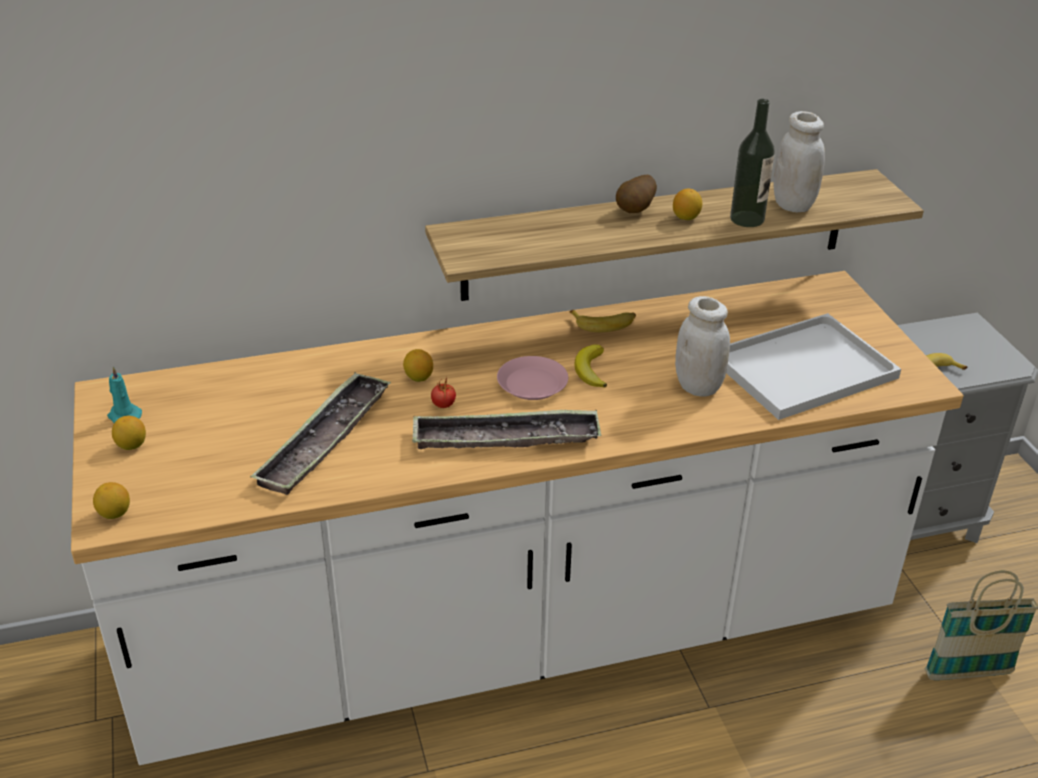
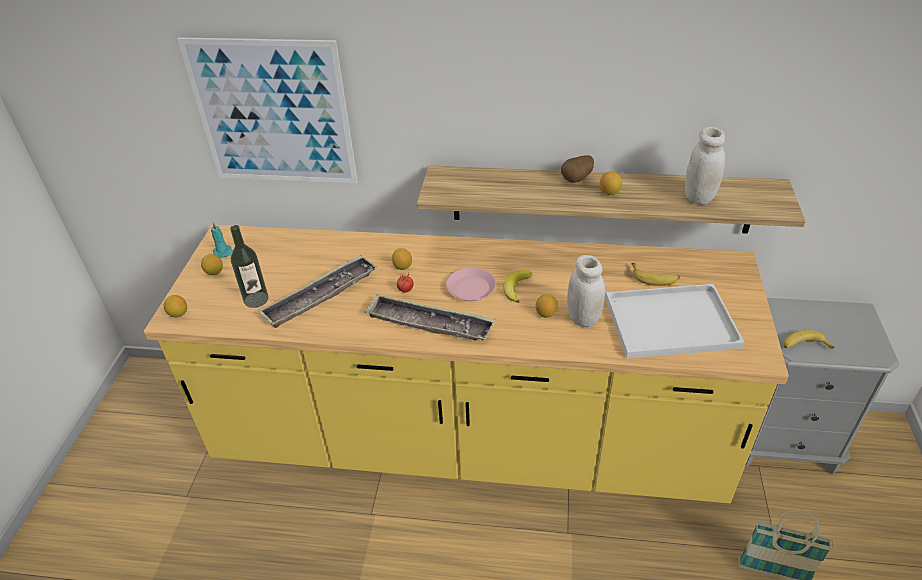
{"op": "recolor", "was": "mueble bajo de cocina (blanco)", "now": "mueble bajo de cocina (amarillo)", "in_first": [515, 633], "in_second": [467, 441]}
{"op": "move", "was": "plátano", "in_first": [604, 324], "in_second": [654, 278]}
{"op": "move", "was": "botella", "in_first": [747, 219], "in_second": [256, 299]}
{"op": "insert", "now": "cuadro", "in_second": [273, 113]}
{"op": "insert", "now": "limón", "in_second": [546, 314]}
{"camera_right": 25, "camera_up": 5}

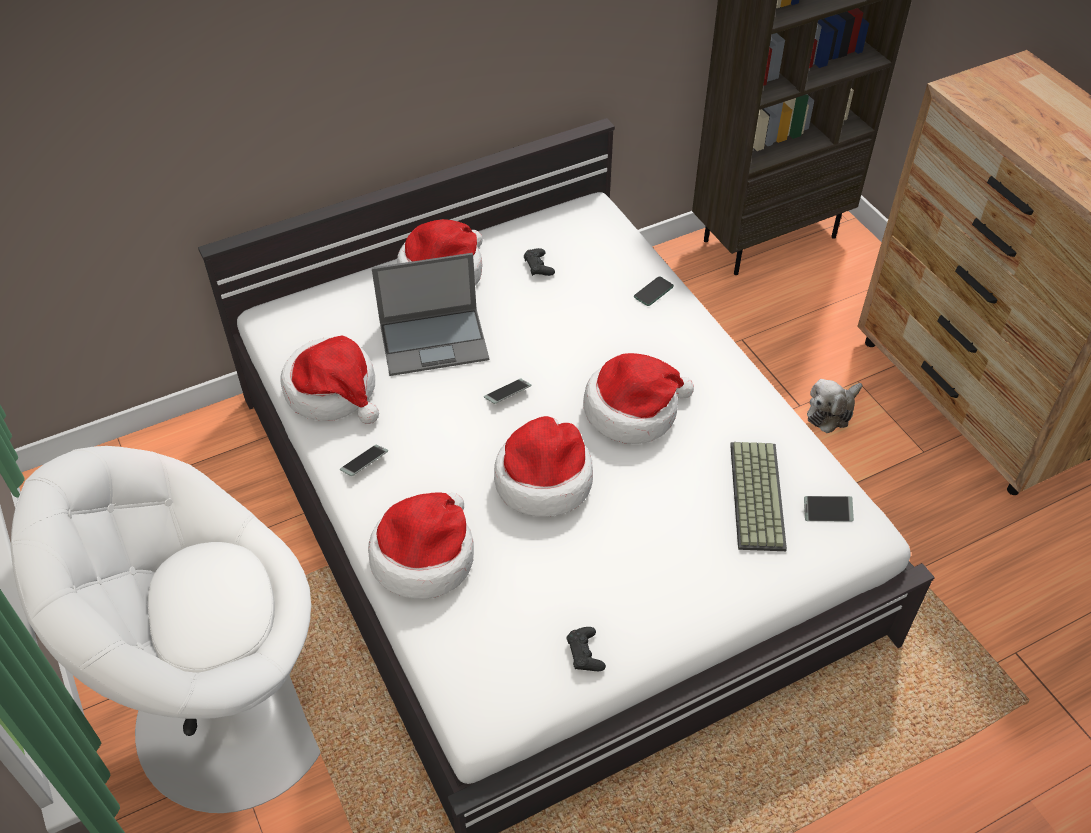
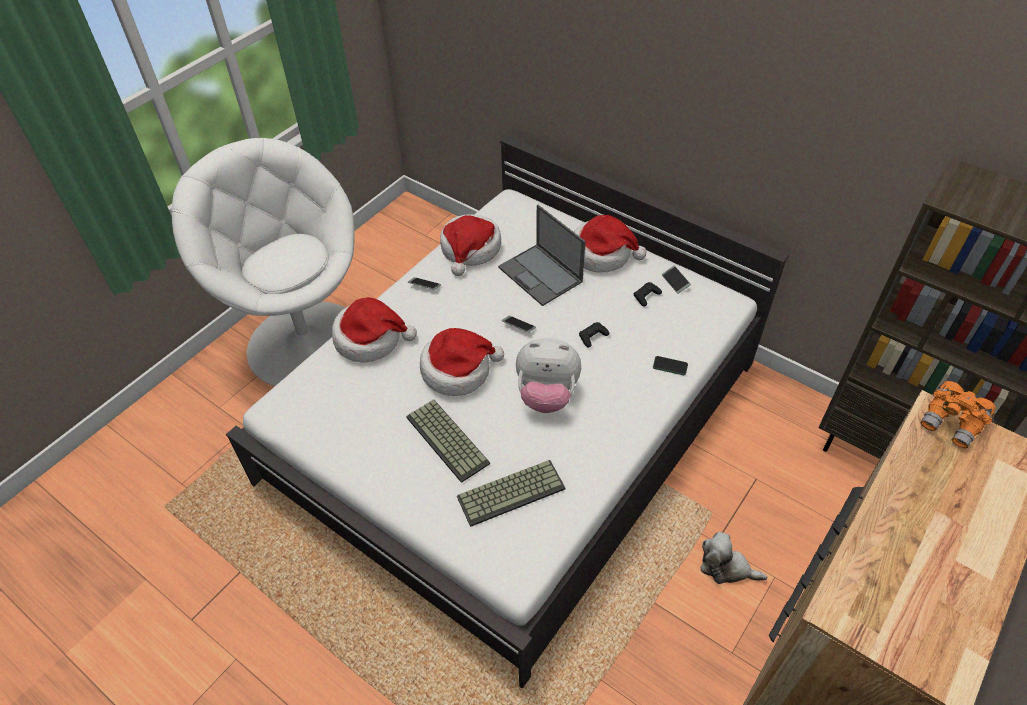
{"op": "move", "was": "mando de consola (negro)", "in_first": [585, 653], "in_second": [592, 337]}
{"op": "replace", "was": "sombrero", "now": "peluche", "in_first": [633, 410], "in_second": [547, 395]}
{"op": "move", "was": "móvil", "in_first": [827, 512], "in_second": [675, 282]}
{"op": "insert", "now": "teclado", "in_second": [449, 440]}
{"op": "insert", "now": "prismáticos (naranja)", "in_second": [952, 423]}
{"camera_right": 65, "camera_up": 0}

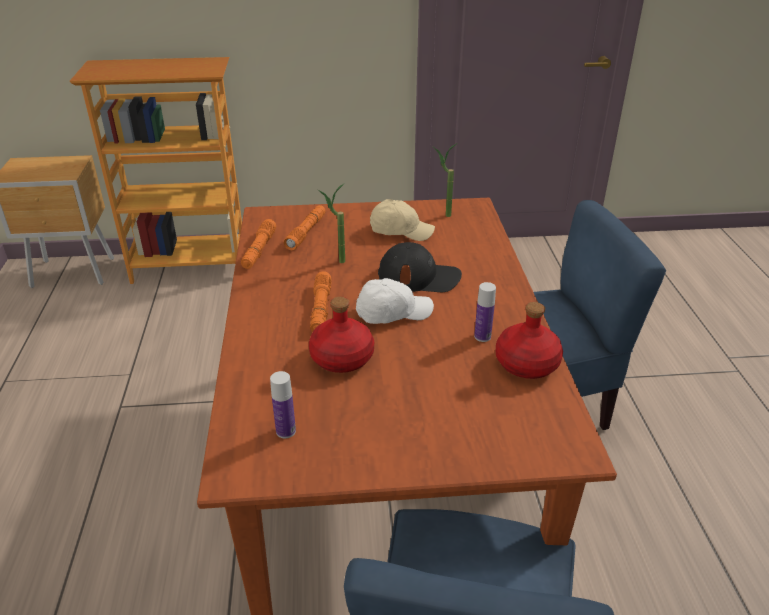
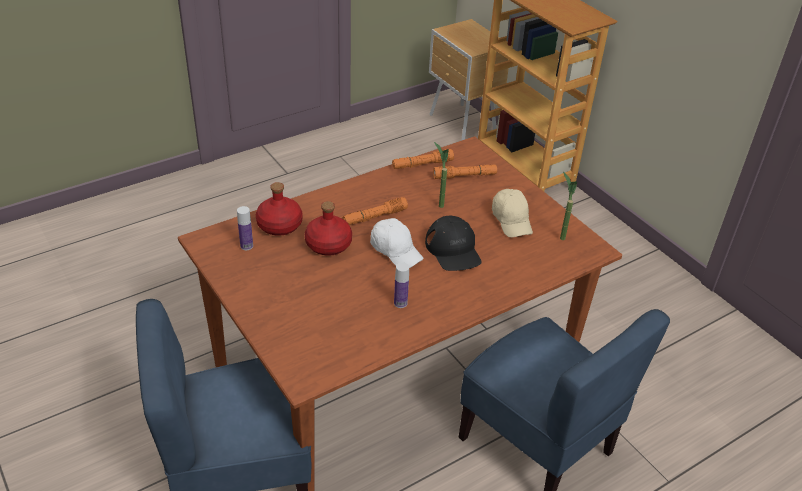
{"op": "move", "was": "botella (rojo)", "in_first": [527, 364], "in_second": [279, 225]}
{"camera_right": 60, "camera_up": 5}

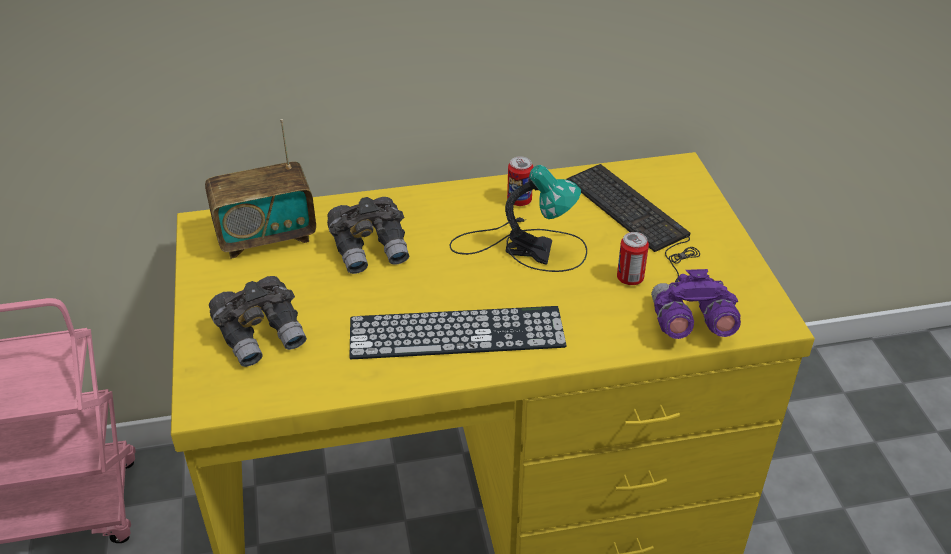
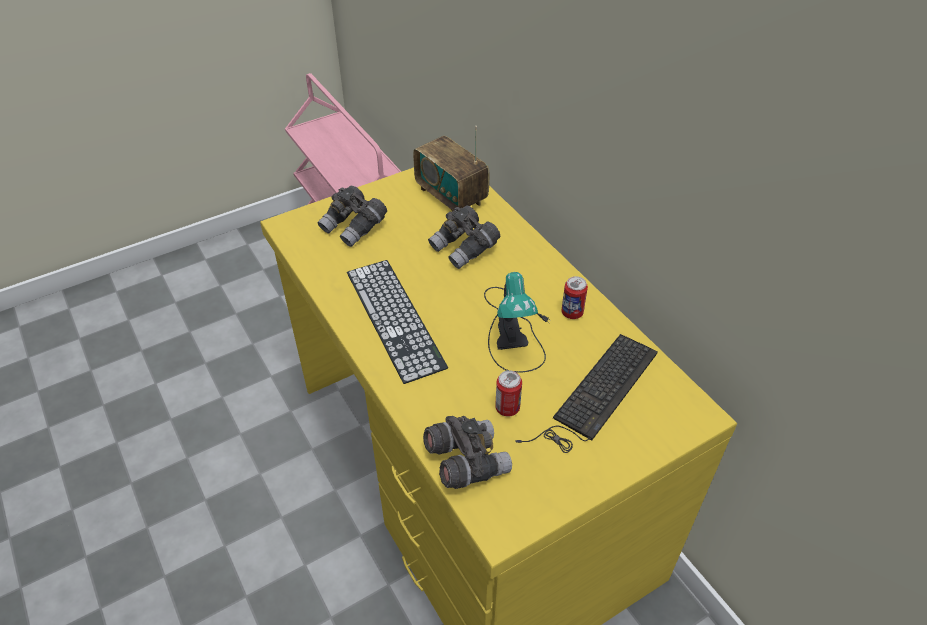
{"op": "recolor", "was": "prismáticos (morado)", "now": "prismáticos (gris)", "in_first": [689, 324], "in_second": [466, 462]}
{"camera_right": 70, "camera_up": 5}

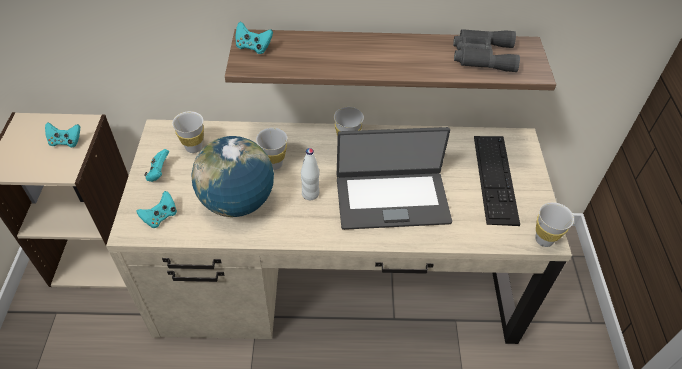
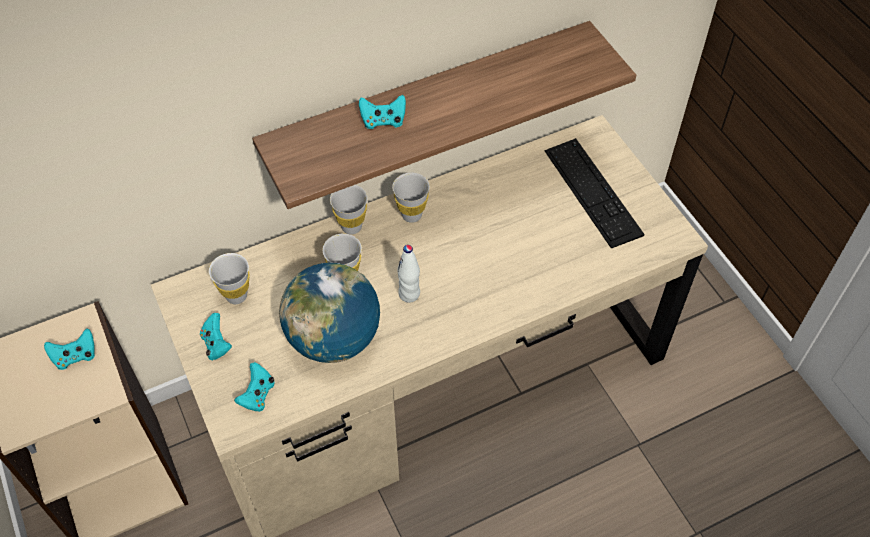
{"op": "move", "was": "mando de consola (turquesa)", "in_first": [253, 47], "in_second": [383, 121]}
{"op": "delete", "was": "portátil", "in_first": [392, 199]}
{"op": "delete", "was": "prismáticos (gris)", "in_first": [481, 55]}
{"op": "move", "was": "taza (blanco)", "in_first": [544, 239], "in_second": [351, 227]}
{"camera_right": -25, "camera_up": 5}

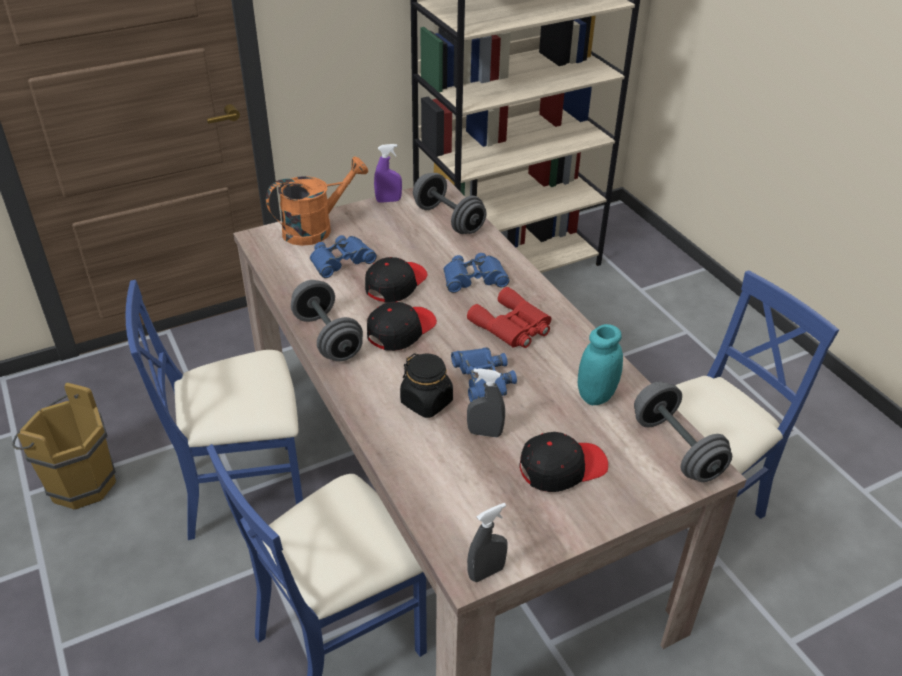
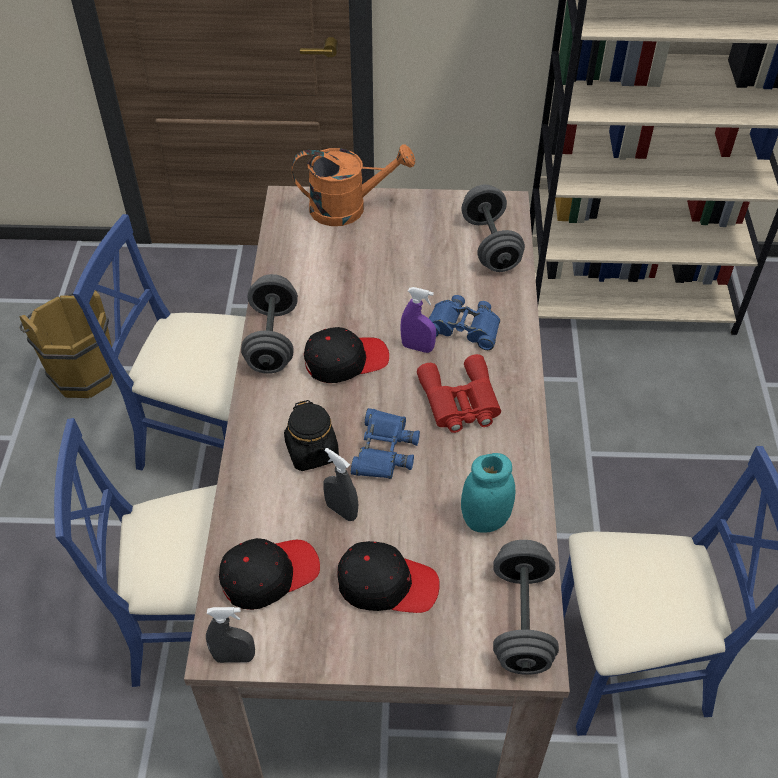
{"op": "delete", "was": "prismáticos (azul)", "in_first": [341, 261]}
{"op": "move", "was": "gorra (negro)", "in_first": [395, 284], "in_second": [269, 574]}
{"op": "move", "was": "pulverizador (morado)", "in_first": [388, 200], "in_second": [417, 347]}
{"camera_right": 30, "camera_up": 10}

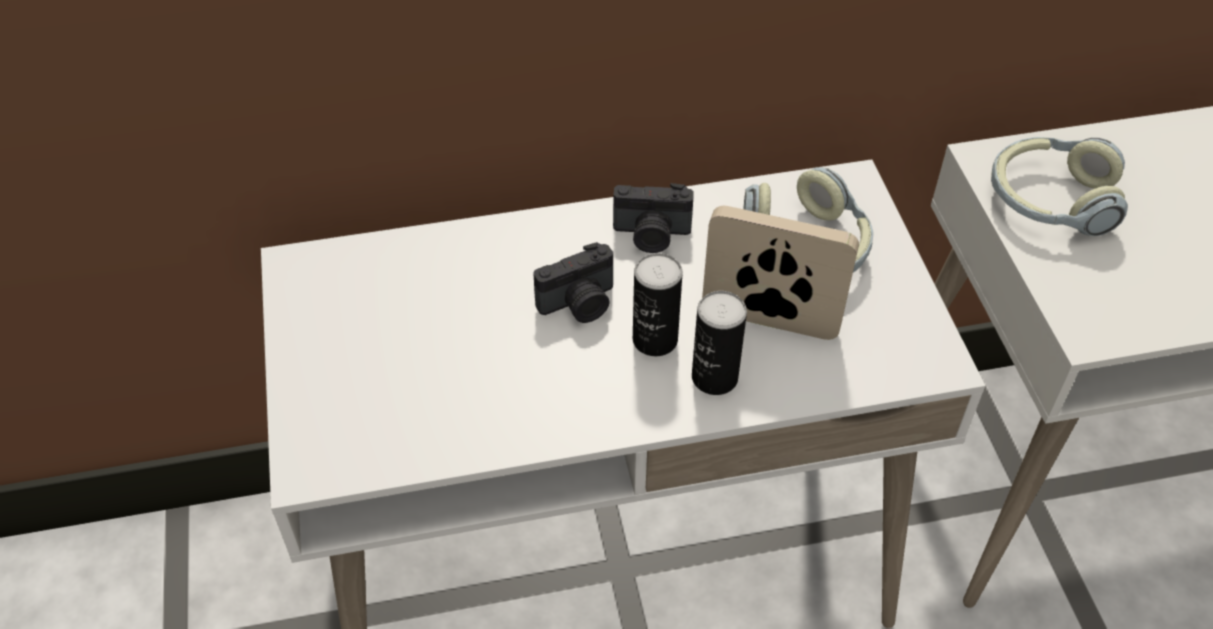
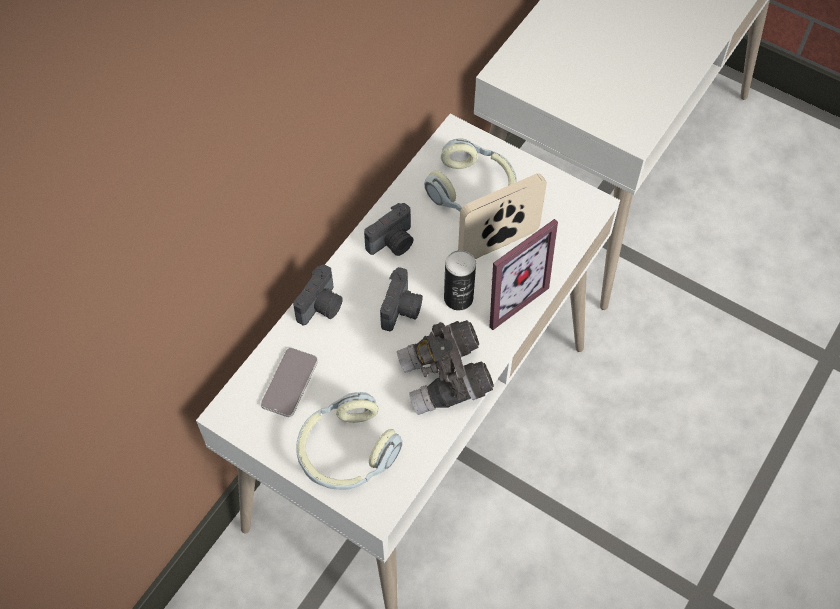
{"op": "replace", "was": "lata", "now": "portarretratos", "in_first": [714, 377], "in_second": [506, 294]}
{"op": "move", "was": "auriculares", "in_first": [1050, 201], "in_second": [346, 452]}
{"op": "insert", "now": "móvil", "in_second": [289, 383]}
{"op": "insert", "now": "cámara", "in_second": [322, 307]}
{"op": "insert", "now": "prismáticos (gris)", "in_second": [445, 379]}
{"camera_right": -45, "camera_up": 10}

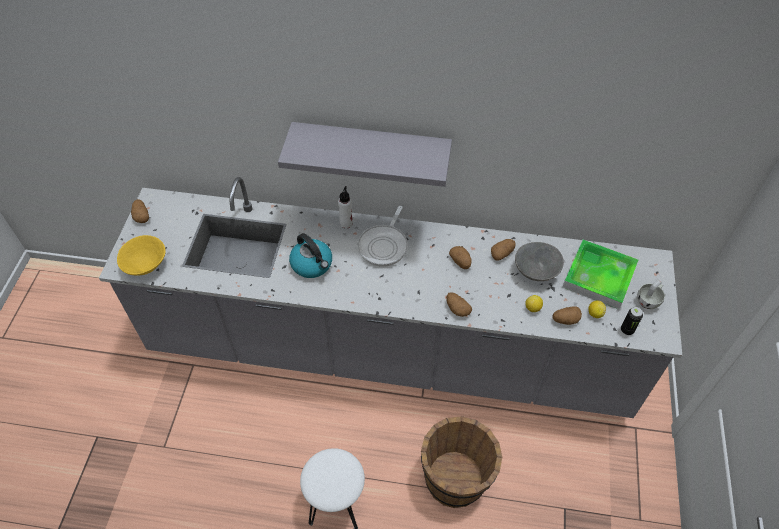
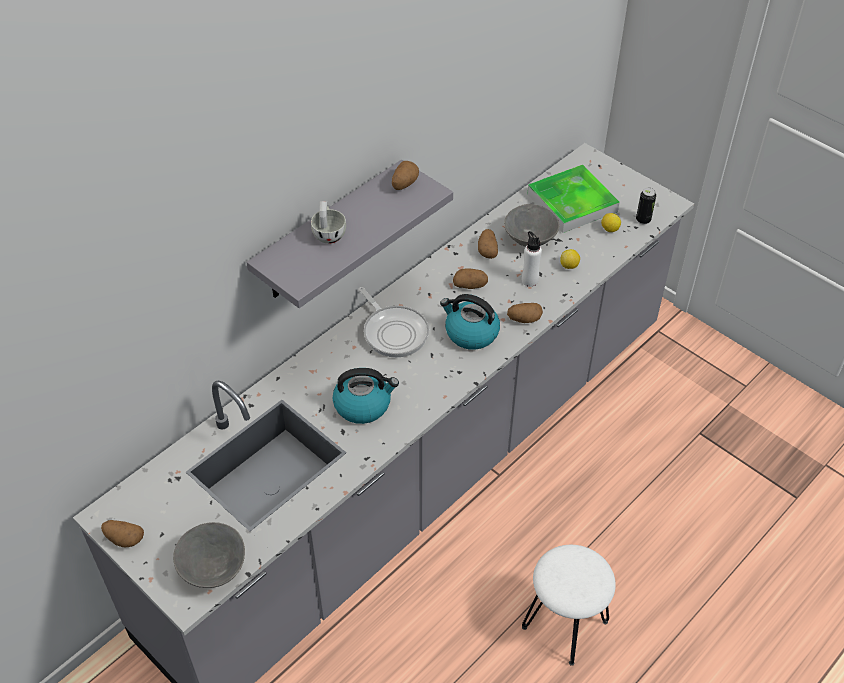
{"op": "recolor", "was": "cuenco (amarillo)", "now": "cuenco (gris)", "in_first": [145, 266], "in_second": [213, 570]}
{"op": "move", "was": "botella (blanco)", "in_first": [346, 223], "in_second": [529, 280]}
{"op": "delete", "was": "cubo (marrón)", "in_first": [456, 479]}
{"op": "move", "was": "patata", "in_first": [565, 320], "in_second": [404, 184]}
{"op": "move", "was": "taza (blanco)", "in_first": [649, 300], "in_second": [329, 233]}
{"op": "insert", "now": "hervidor", "in_second": [470, 333]}
{"camera_right": -55, "camera_up": -5}

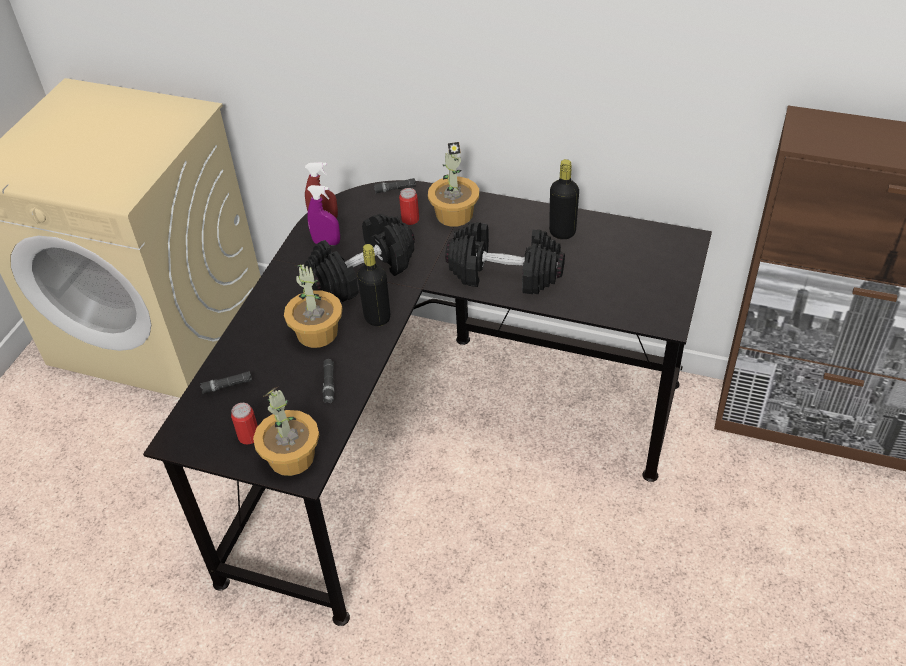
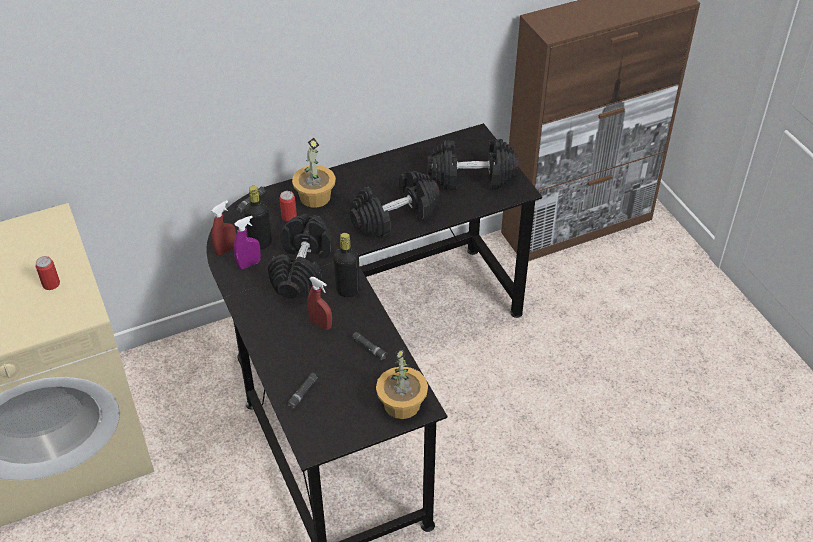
{"op": "move", "was": "lata", "in_first": [249, 436], "in_second": [51, 284]}
{"op": "replace", "was": "planta en maceta", "now": "pulverizador (rojo)", "in_first": [317, 333], "in_second": [320, 324]}
{"op": "move", "was": "botella (negro)", "in_first": [562, 232], "in_second": [260, 243]}
{"op": "insert", "now": "mancuerna (negro)", "in_second": [471, 177]}
{"camera_right": -45, "camera_up": 0}

